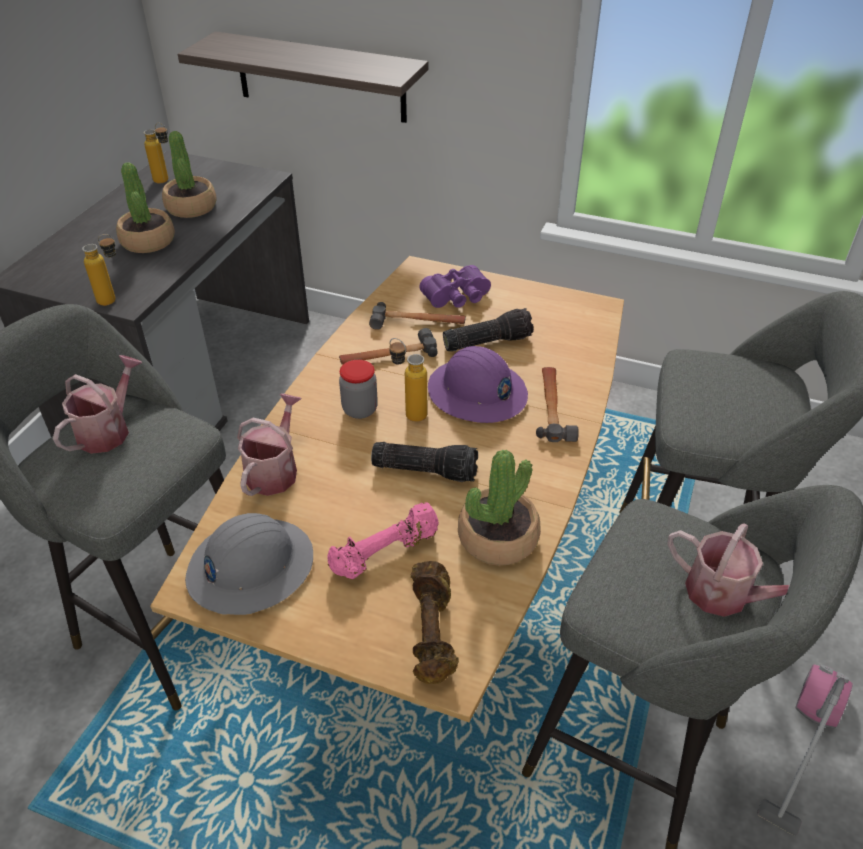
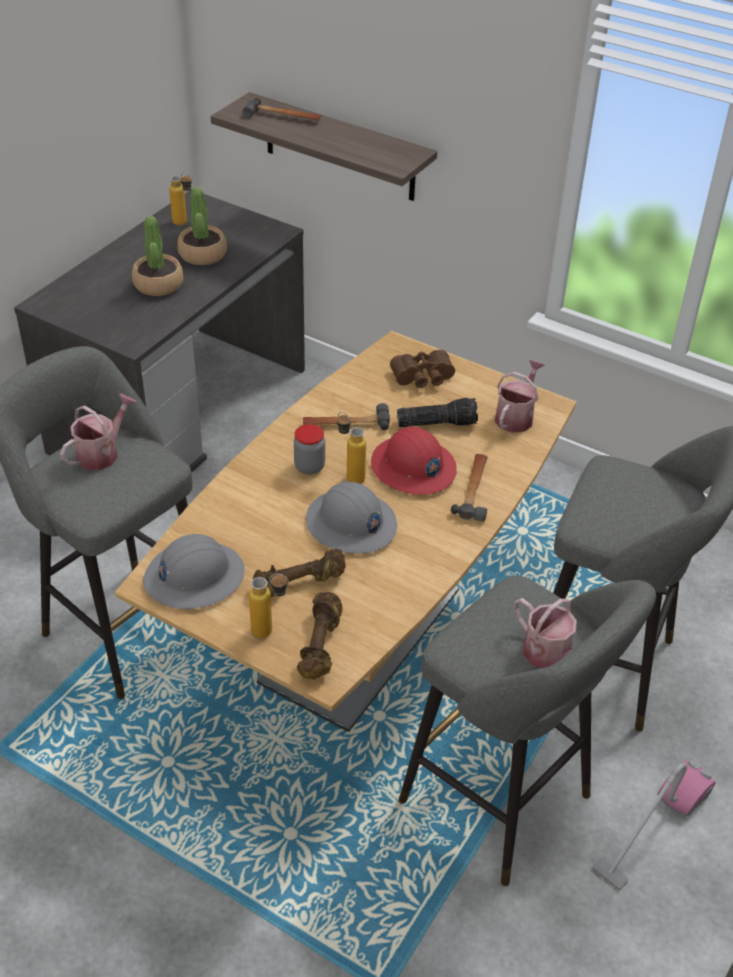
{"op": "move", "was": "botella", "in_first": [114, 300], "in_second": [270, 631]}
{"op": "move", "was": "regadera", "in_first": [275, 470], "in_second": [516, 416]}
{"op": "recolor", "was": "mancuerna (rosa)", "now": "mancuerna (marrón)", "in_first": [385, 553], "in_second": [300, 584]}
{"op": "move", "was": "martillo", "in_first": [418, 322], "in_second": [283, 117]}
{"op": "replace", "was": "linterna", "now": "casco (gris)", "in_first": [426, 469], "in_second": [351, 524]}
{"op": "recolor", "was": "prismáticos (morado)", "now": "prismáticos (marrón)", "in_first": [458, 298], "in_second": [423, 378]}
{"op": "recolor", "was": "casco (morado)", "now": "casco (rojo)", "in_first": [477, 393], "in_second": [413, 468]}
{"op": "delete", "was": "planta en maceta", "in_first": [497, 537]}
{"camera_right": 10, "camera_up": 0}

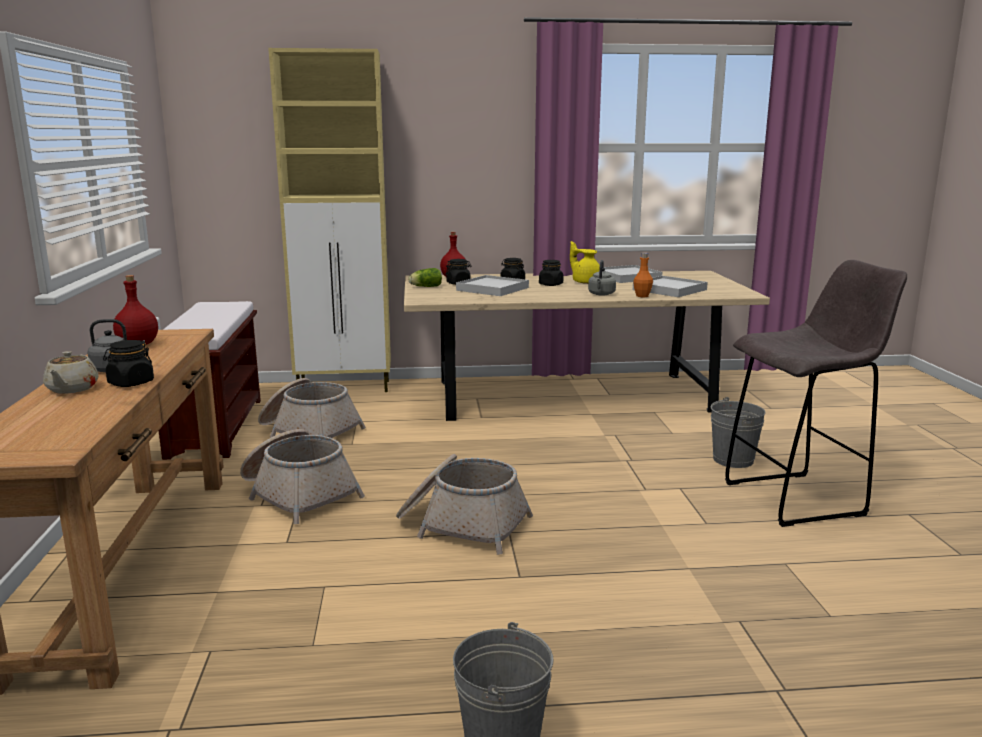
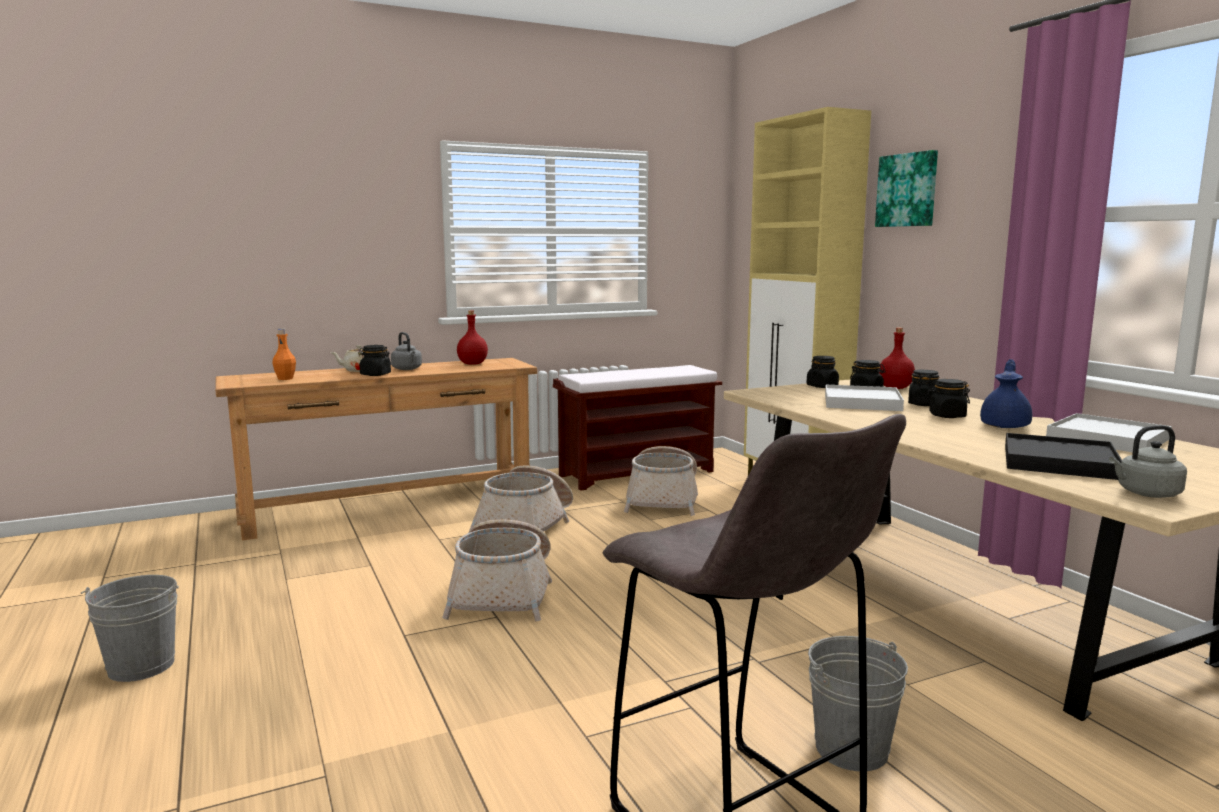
{"op": "replace", "was": "lechuga", "now": "tarro (negro)", "in_first": [425, 287], "in_second": [822, 386]}
{"op": "recolor", "was": "tetera (amarillo)", "now": "tetera (azul)", "in_first": [585, 282], "in_second": [1005, 426]}
{"op": "move", "was": "hervidor (gris)", "in_first": [601, 294], "in_second": [1146, 493]}
{"op": "move", "was": "botella (naranja)", "in_first": [642, 296], "in_second": [285, 378]}
{"op": "recolor", "was": "bandeja (blanco)", "now": "bandeja (negro)", "in_first": [670, 290], "in_second": [1059, 462]}
{"op": "insert", "now": "cuadro", "in_second": [908, 190]}
{"camera_right": 70, "camera_up": -5}

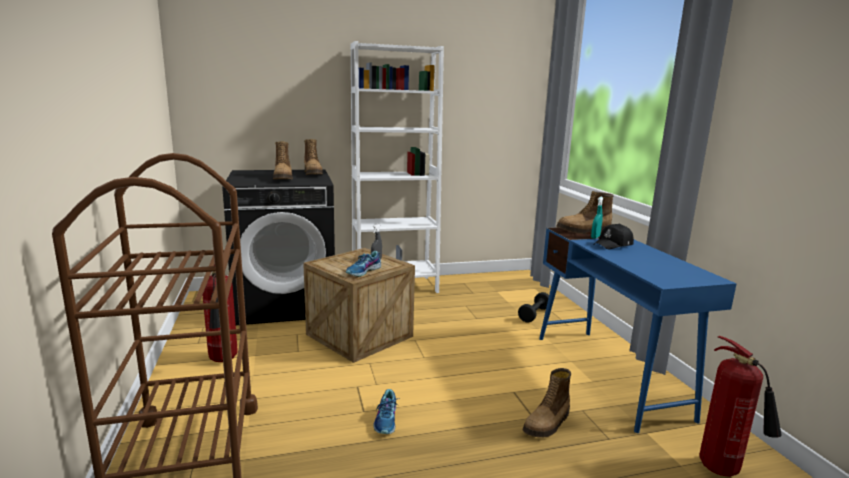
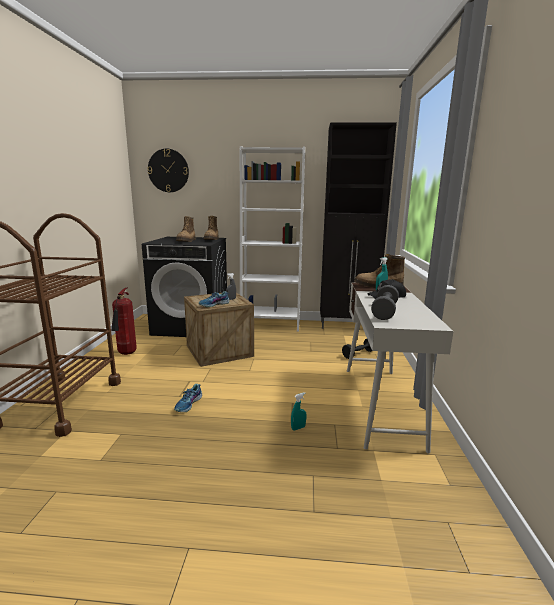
{"op": "replace", "was": "bota", "now": "pulverizador (turquesa)", "in_first": [547, 423], "in_second": [298, 428]}
{"op": "recolor", "was": "escritorio (azul)", "now": "escritorio (blanco)", "in_first": [609, 375], "in_second": [380, 404]}
{"op": "delete", "was": "extintor", "in_first": [724, 471]}
{"op": "insert", "now": "reloj de pared", "in_second": [168, 170]}
{"op": "insert", "now": "armario (negro)", "in_second": [347, 326]}
{"op": "insert", "now": "mancuerna (gris)", "in_second": [384, 312]}
{"camera_right": 20, "camera_up": 0}

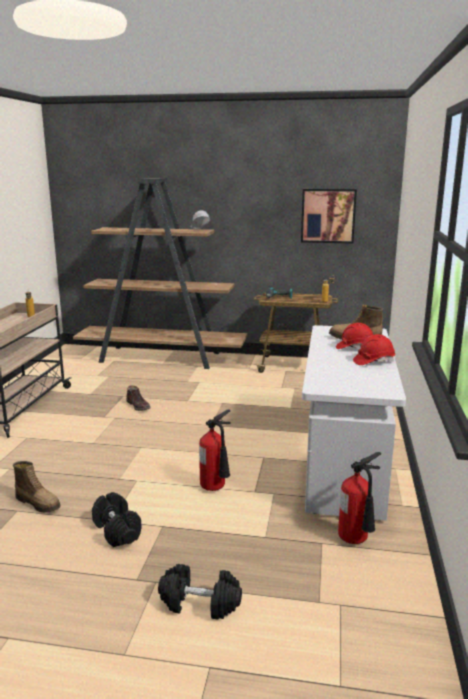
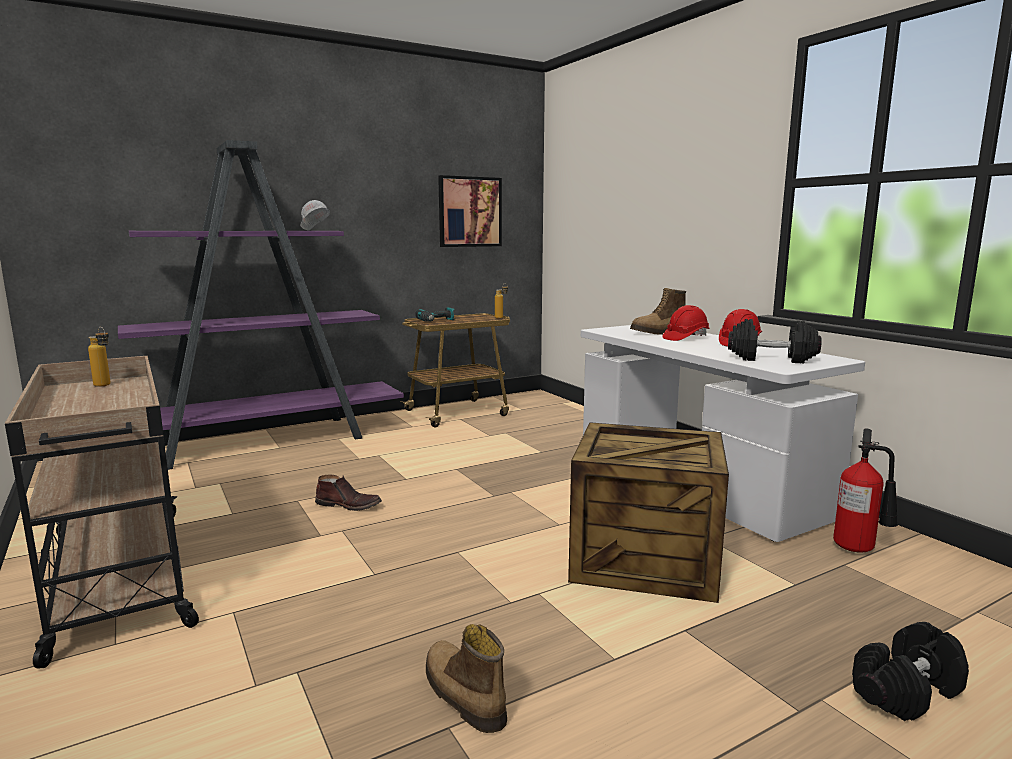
{"op": "rotate", "was": "bota", "in_first": [39, 503], "in_second": [462, 695], "clockwise": -120}
{"op": "recolor", "was": "estantería (marrón)", "now": "estantería (morado)", "in_first": [162, 358], "in_second": [265, 441]}
{"op": "move", "was": "mancuerna (negro)", "in_first": [117, 531], "in_second": [772, 358]}
{"op": "replace", "was": "extintor", "now": "caja de embalaje", "in_first": [216, 488], "in_second": [645, 559]}
{"camera_right": -40, "camera_up": -5}

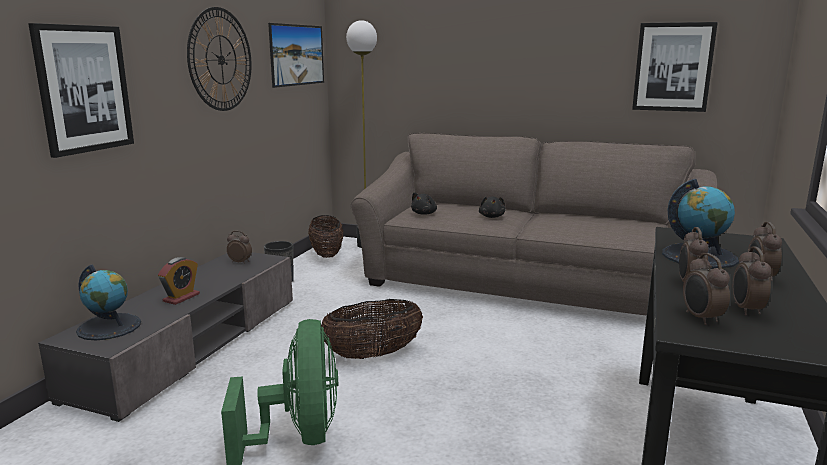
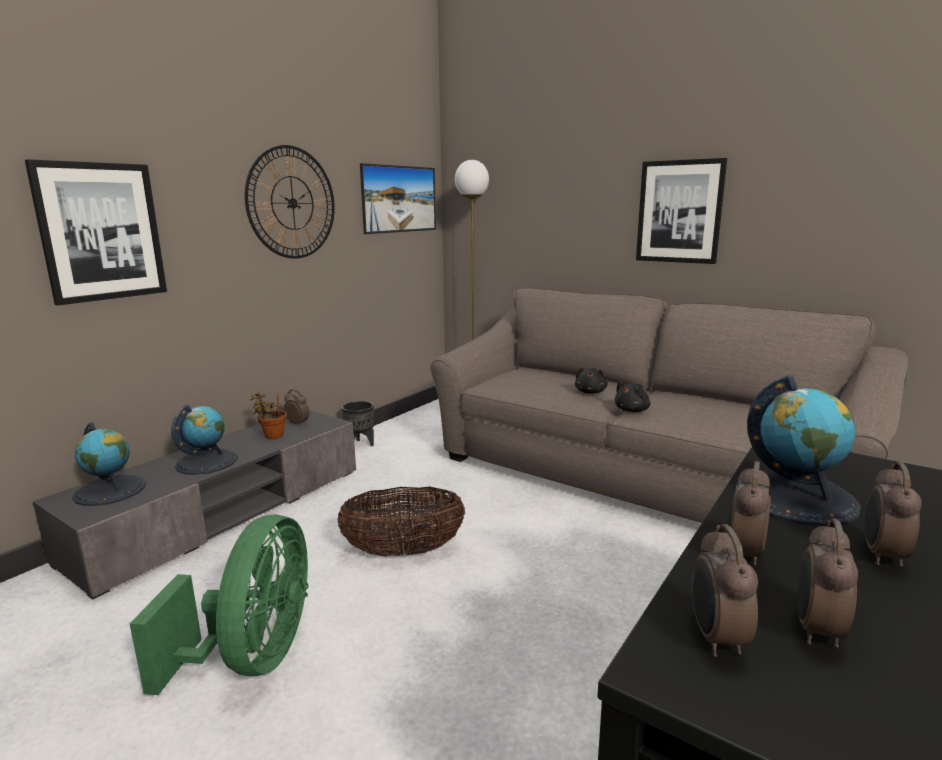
{"op": "replace", "was": "despertador", "now": "globo terráqueo", "in_first": [181, 298], "in_second": [206, 462]}
{"op": "delete", "was": "cesta", "in_first": [326, 254]}
{"op": "move", "was": "peluche (negro)", "in_first": [424, 213], "in_second": [633, 410]}
{"op": "move", "was": "cuadro", "in_first": [673, 67], "in_second": [679, 212]}
{"op": "insert", "now": "planta en maceta", "in_second": [272, 436]}
{"camera_right": 15, "camera_up": 0}

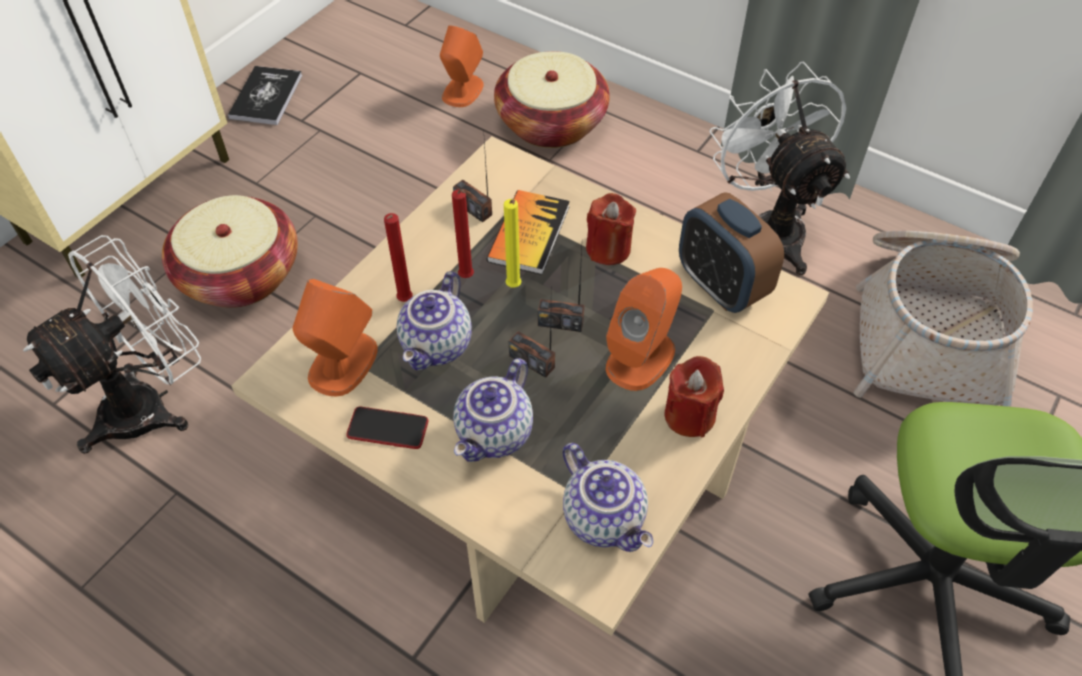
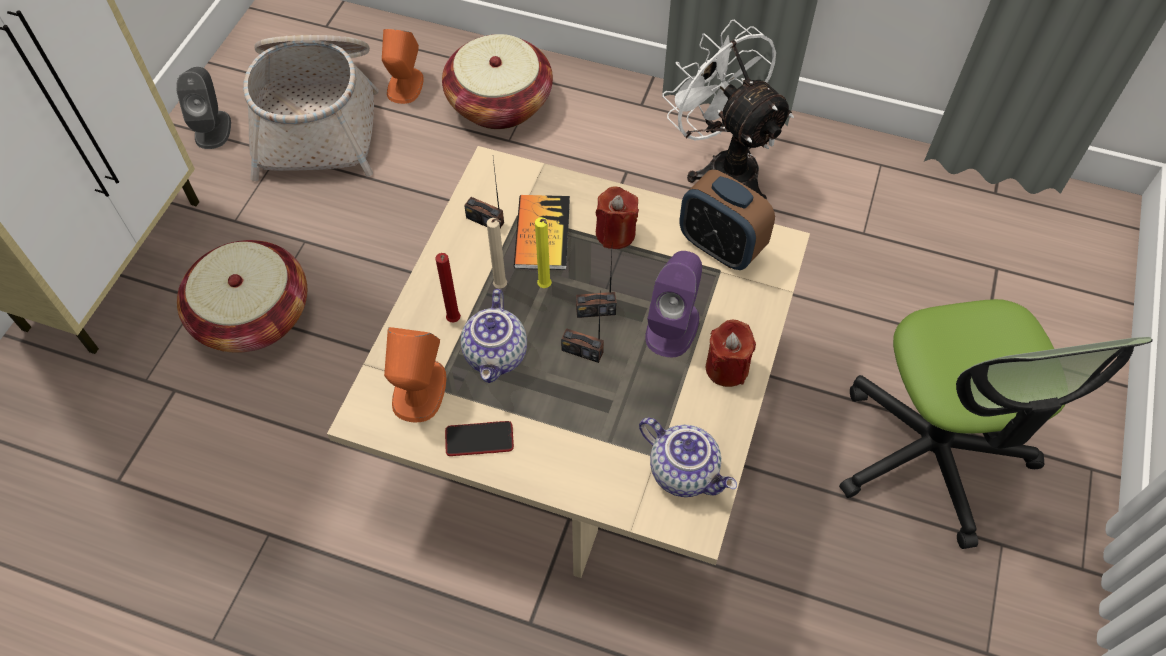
{"op": "delete", "was": "ventilador (blanco)", "in_first": [150, 403]}
{"op": "replace", "was": "libro", "now": "altavoz (gris)", "in_first": [266, 97], "in_second": [213, 129]}
{"op": "recolor", "was": "vela (rojo)", "now": "vela (beis)", "in_first": [467, 278], "in_second": [502, 287]}
{"op": "delete", "was": "tetera", "in_first": [495, 435]}
{"op": "recolor", "was": "altavoz (naranja)", "now": "altavoz (morado)", "in_first": [641, 357], "in_second": [672, 326]}
{"op": "move", "was": "cesta", "in_first": [928, 330], "in_second": [319, 118]}
{"camera_right": -15, "camera_up": 5}

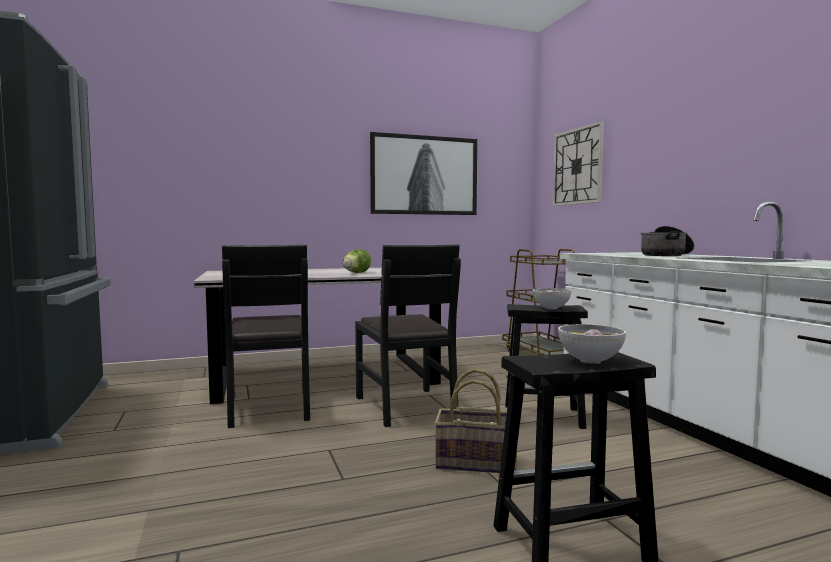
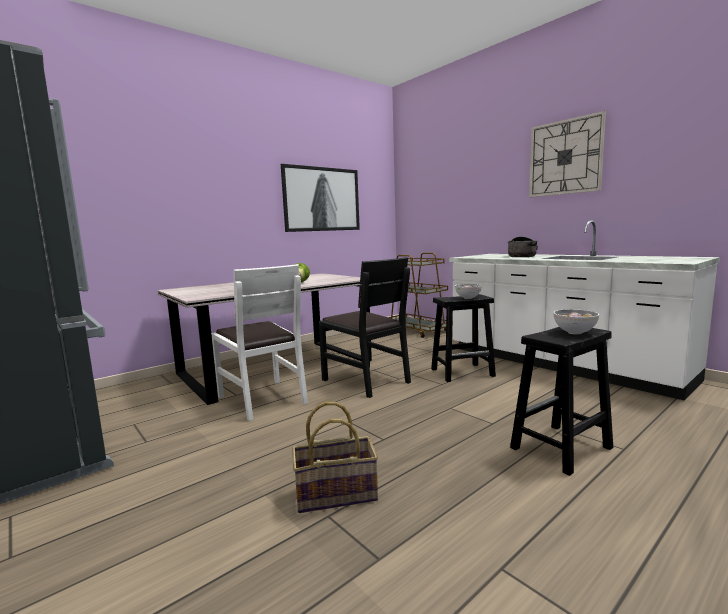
{"op": "recolor", "was": "silla (negro)", "now": "silla (blanco)", "in_first": [269, 408], "in_second": [263, 399]}
{"op": "move", "was": "cesta", "in_first": [476, 462], "in_second": [336, 493]}
{"op": "move", "was": "reloj de pared", "in_first": [577, 166], "in_second": [565, 157]}
{"camera_right": -20, "camera_up": 5}

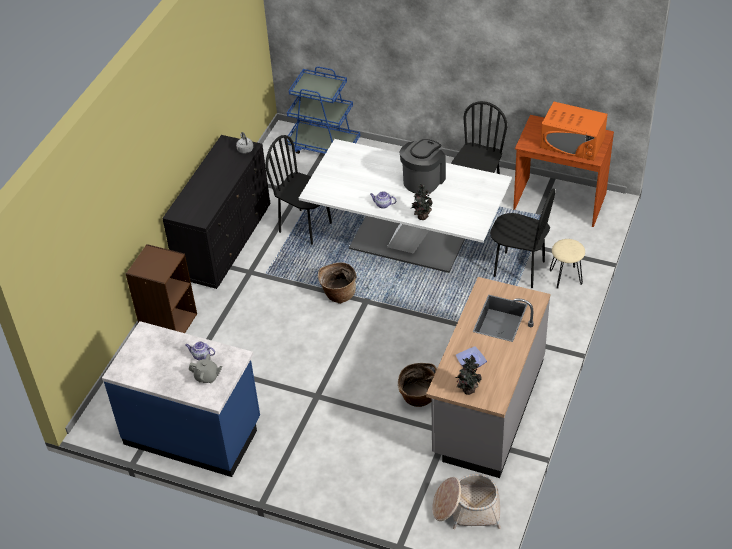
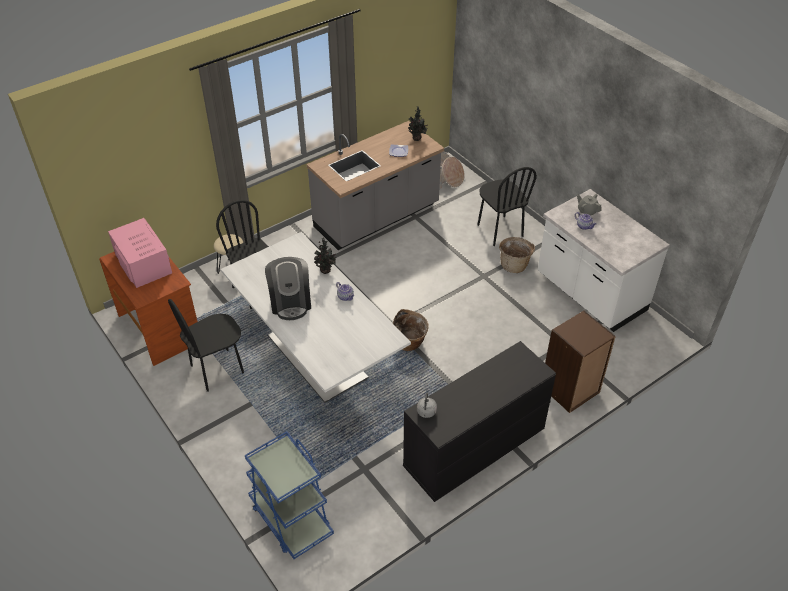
{"op": "recolor", "was": "mueble bajo de cocina (azul)", "now": "mueble bajo de cocina (blanco)", "in_first": [193, 432], "in_second": [590, 294]}
{"op": "move", "was": "silla (negro)", "in_first": [305, 227], "in_second": [499, 230]}
{"op": "move", "was": "cesta", "in_first": [418, 398], "in_second": [514, 265]}
{"op": "rotate", "was": "cafetera", "in_first": [423, 180], "in_second": [290, 302], "clockwise": -75}
{"op": "recolor", "was": "microondas (naranja)", "now": "microondas (rosa)", "in_first": [572, 143], "in_second": [143, 263]}
{"camera_right": -150, "camera_up": 0}

